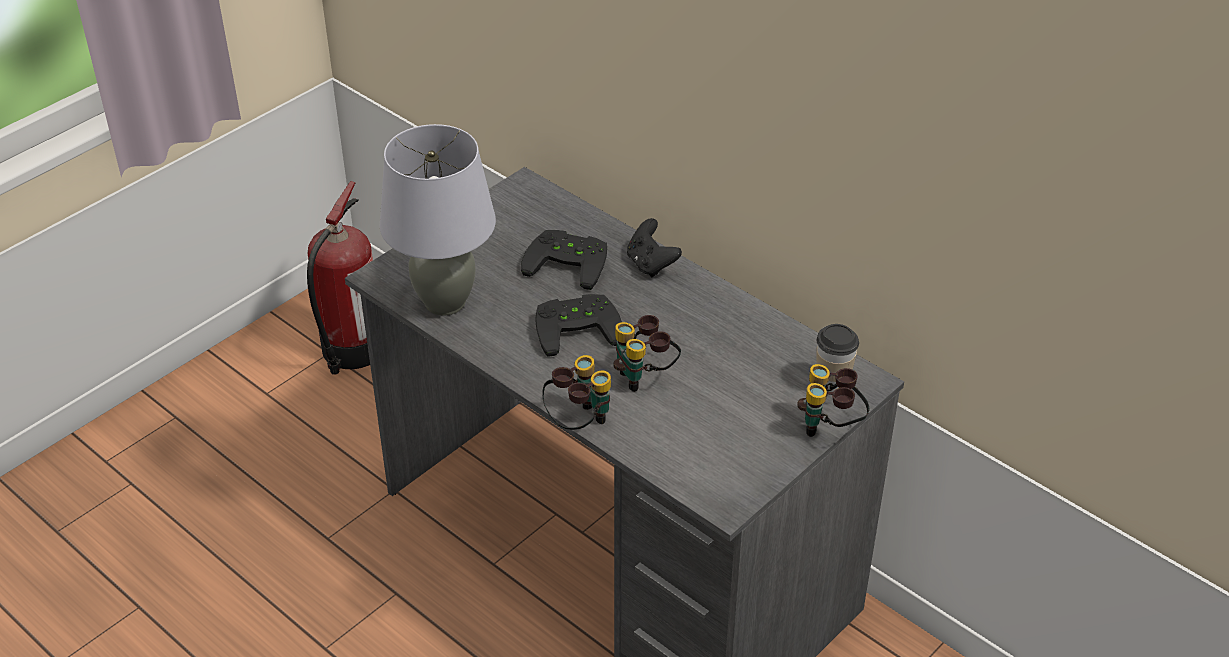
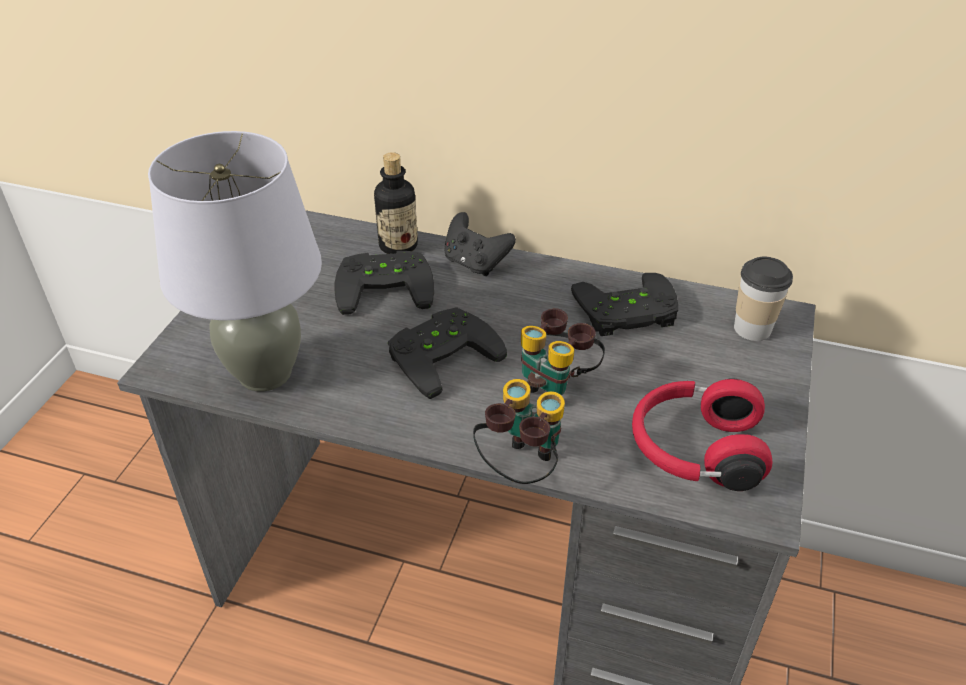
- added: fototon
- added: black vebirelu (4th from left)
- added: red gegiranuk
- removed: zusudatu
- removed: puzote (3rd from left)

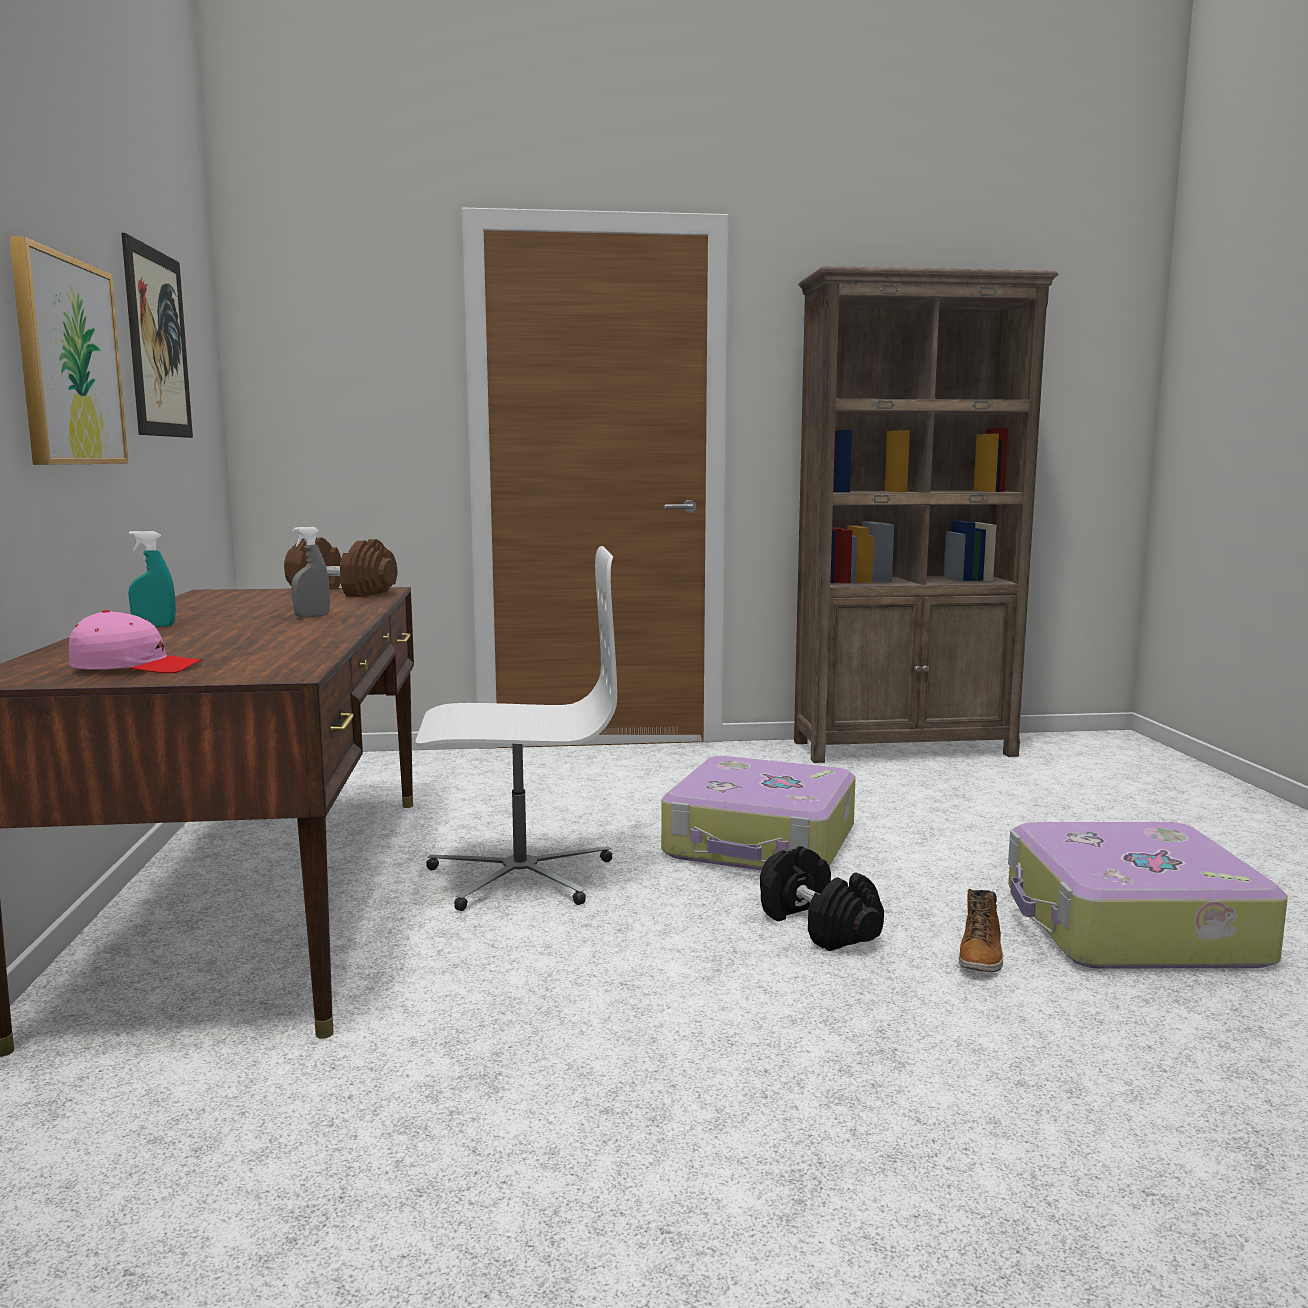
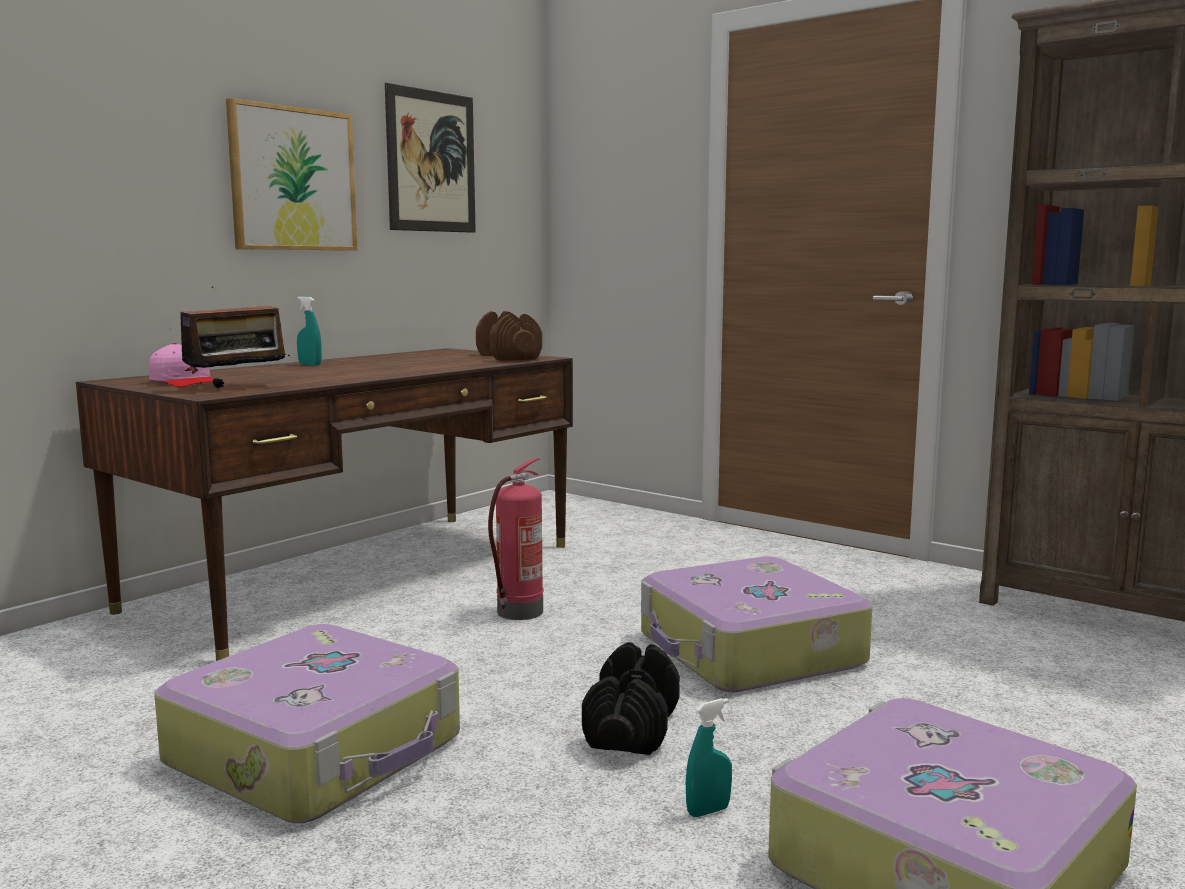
- added: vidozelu (1st from left)
- added: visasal
- replaced: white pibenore to zusudatu
- replaced: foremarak to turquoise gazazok (2nd from left)
- removed: grey gazazok

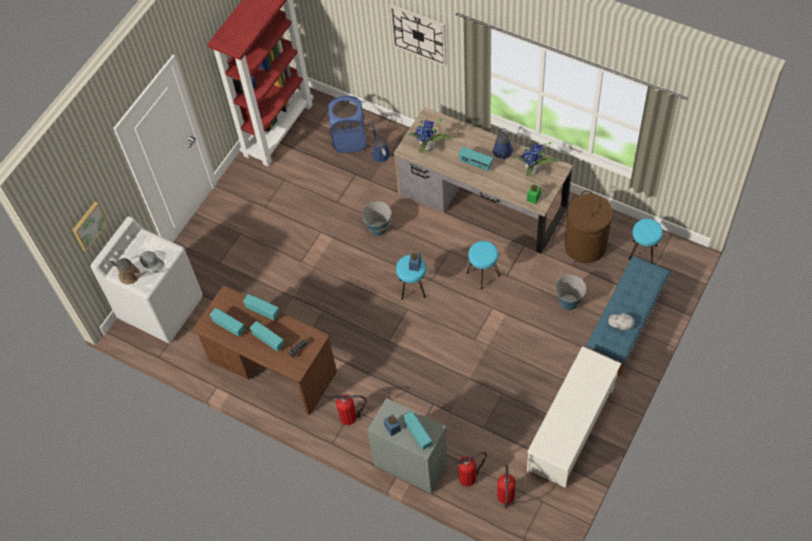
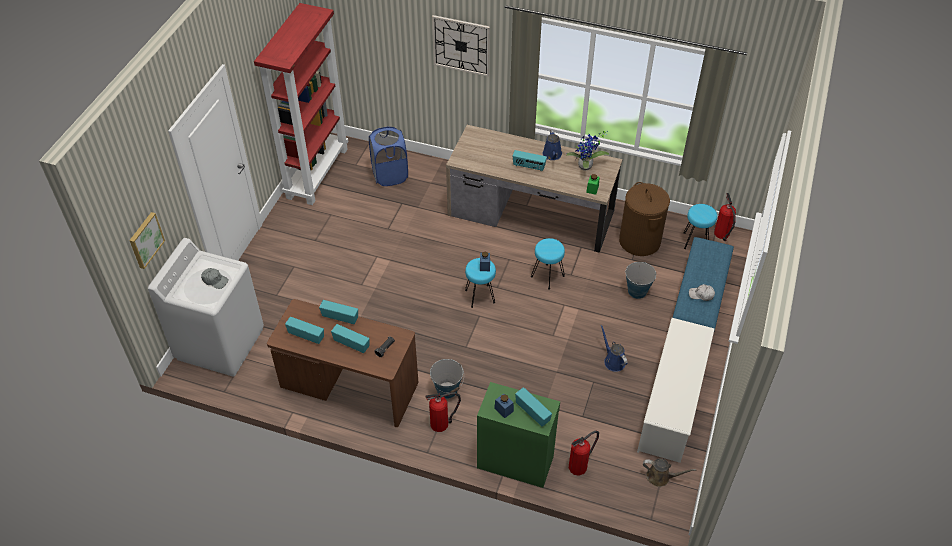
- moved: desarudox (1st from left)
- recoloured: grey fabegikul to green fabegikul
- moved: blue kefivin (1st from left in the first image) to blue kefivin (2nd from left)
- moved: brown kefivin
- moved: zusudatu (3rd from left)
- removed: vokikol (1st from left)

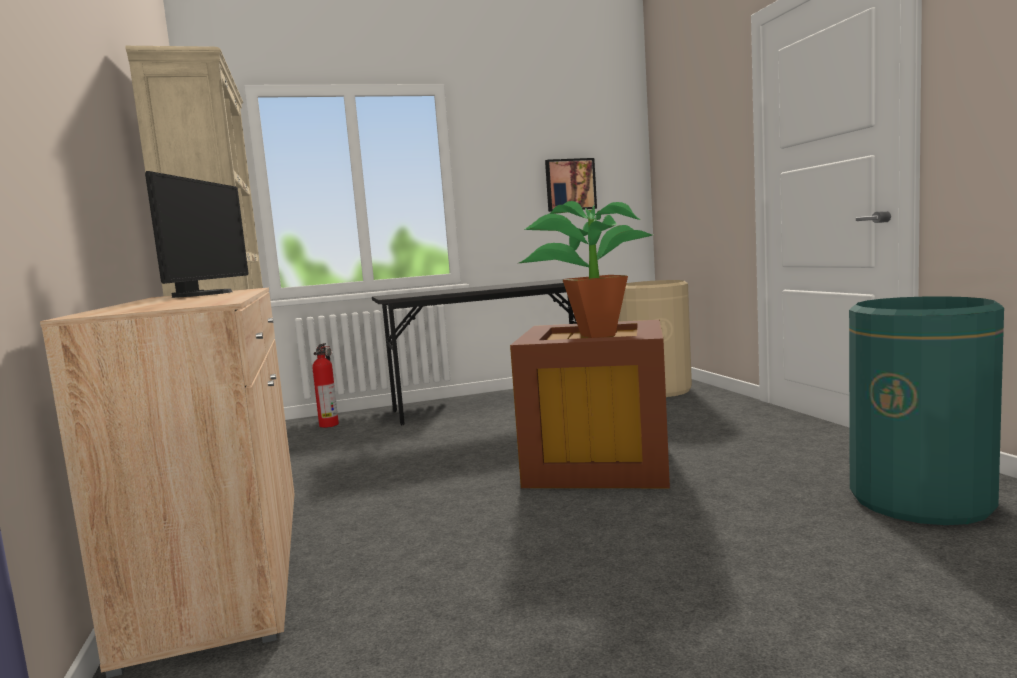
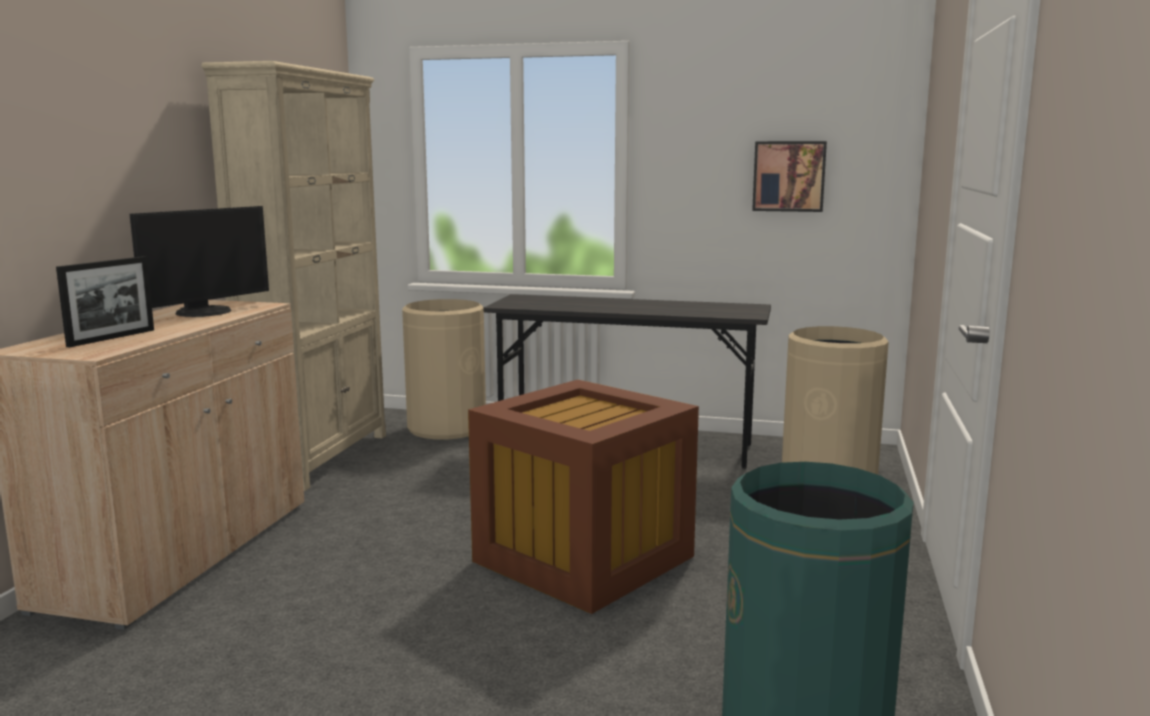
- added: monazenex
- replaced: zusudatu to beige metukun (1st from left)
- removed: vokikol

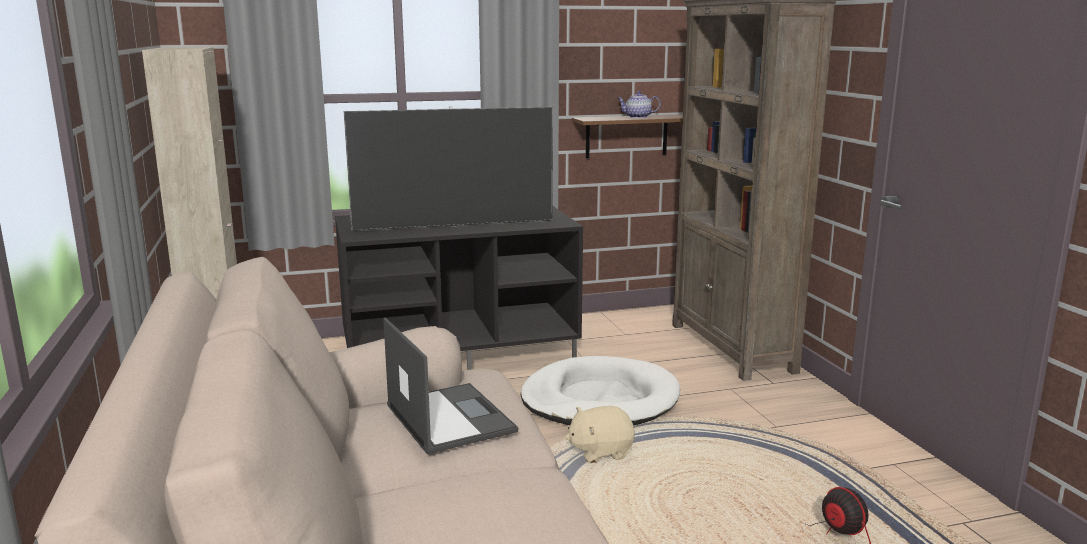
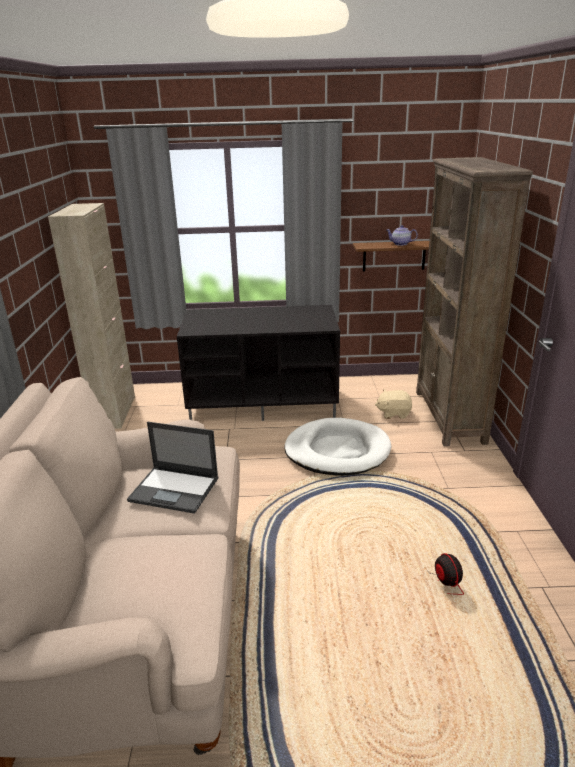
- turned: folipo 120 degrees clockwise
- moved: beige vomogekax
- removed: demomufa

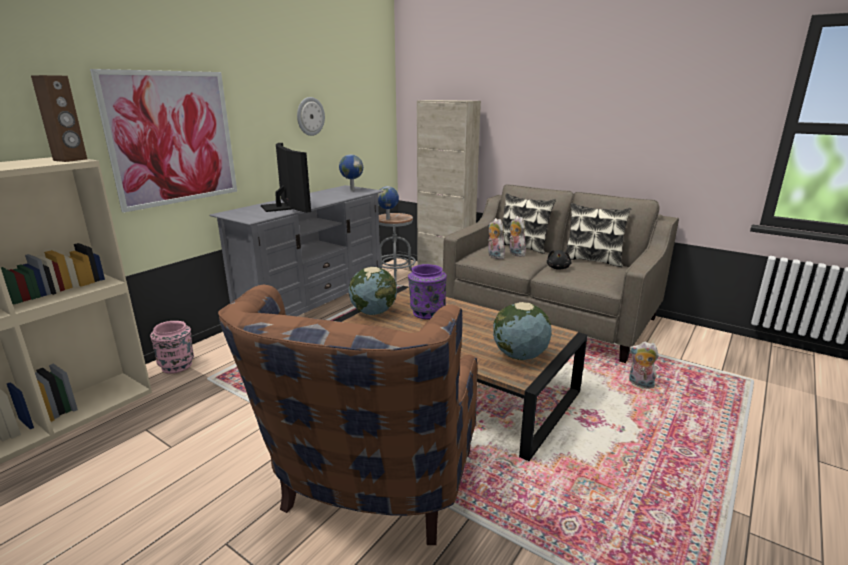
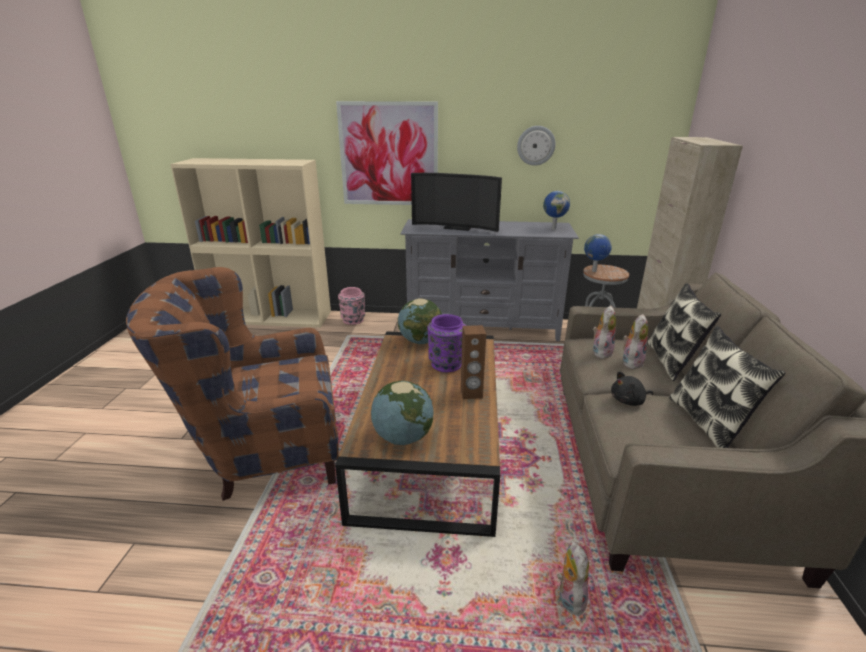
- turned: demomufa 75 degrees clockwise
- moved: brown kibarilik

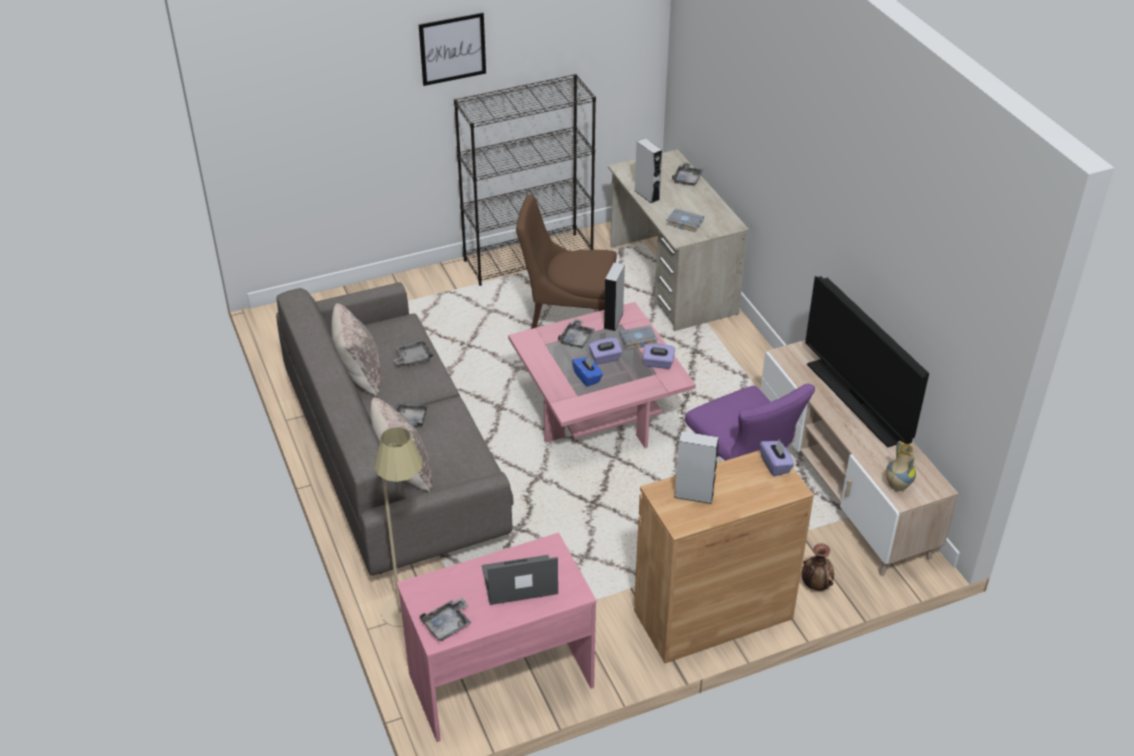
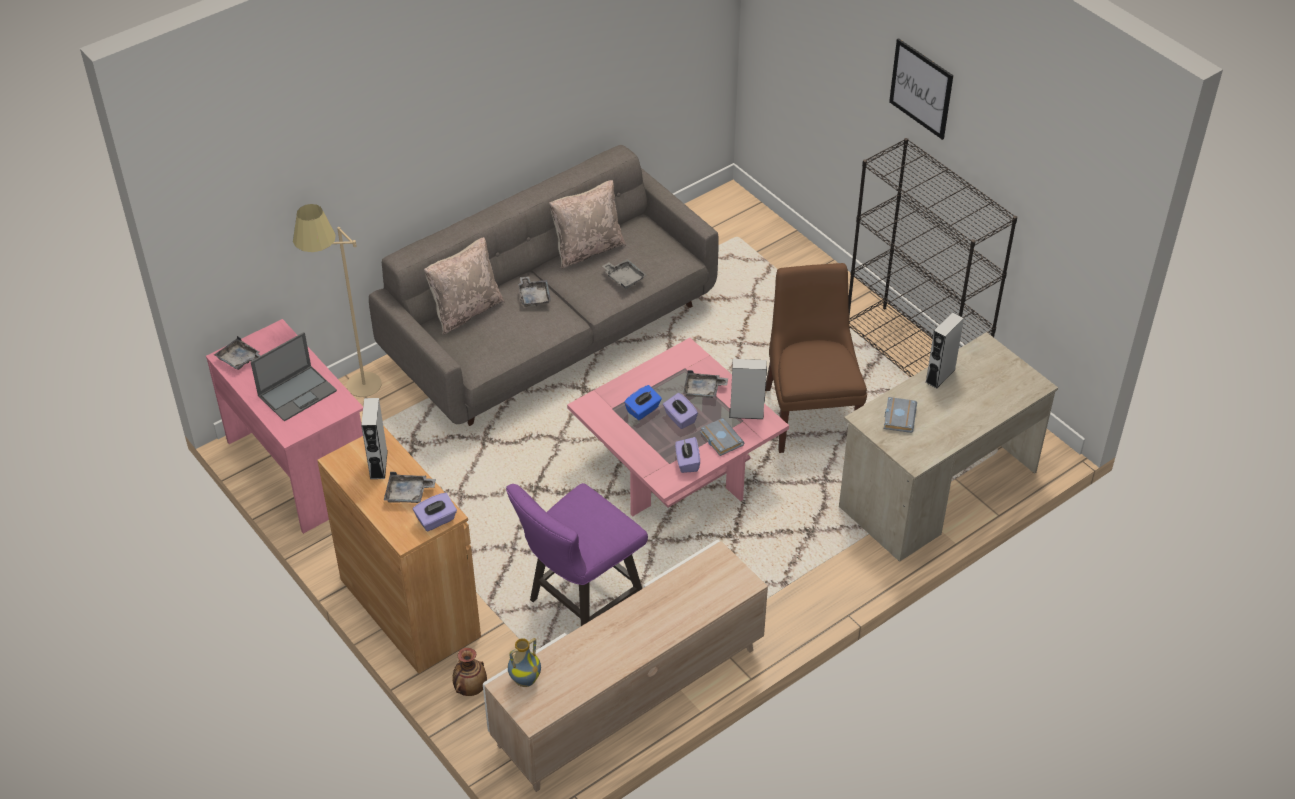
- turned: folipo 75 degrees clockwise
- moved: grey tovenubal (5th from left in the first image) to grey tovenubal (2nd from left)
- removed: demomufa

